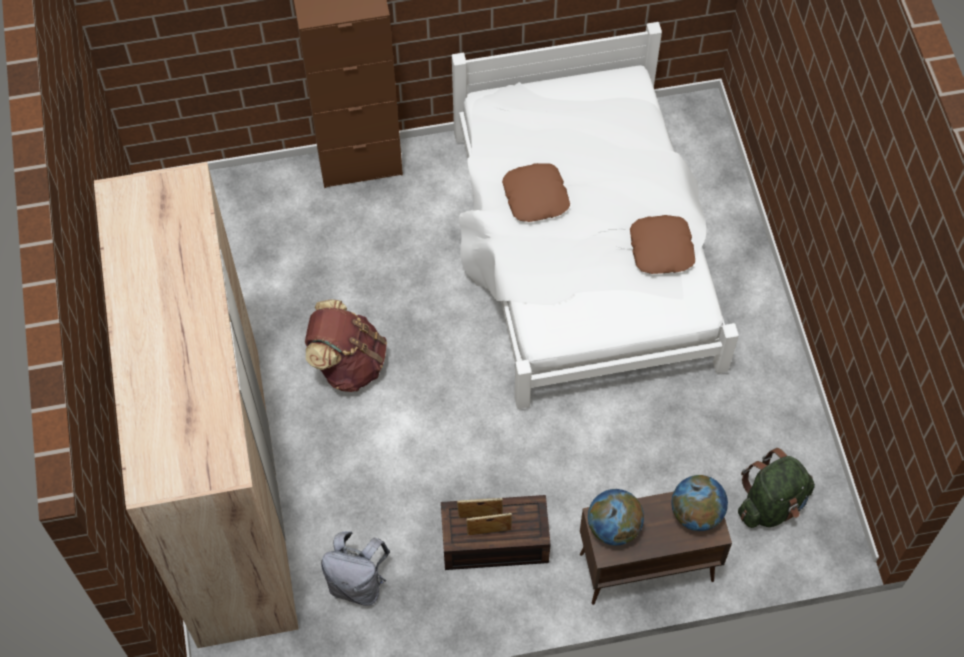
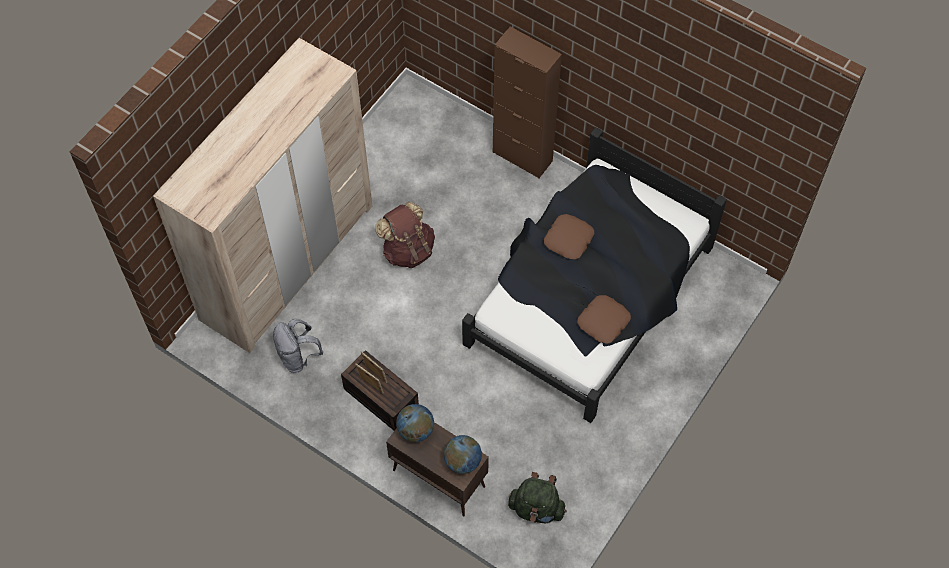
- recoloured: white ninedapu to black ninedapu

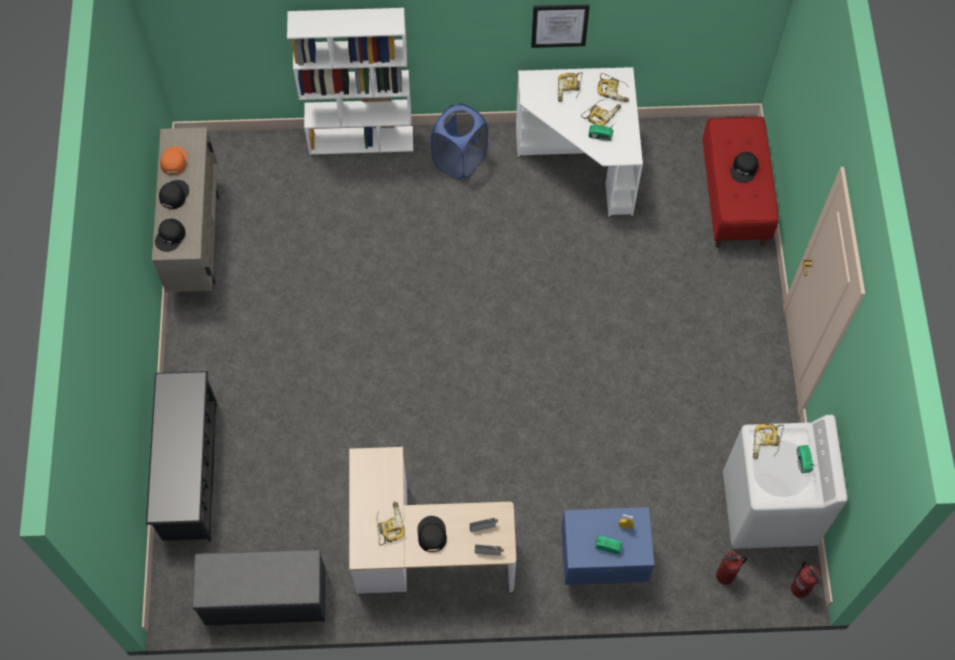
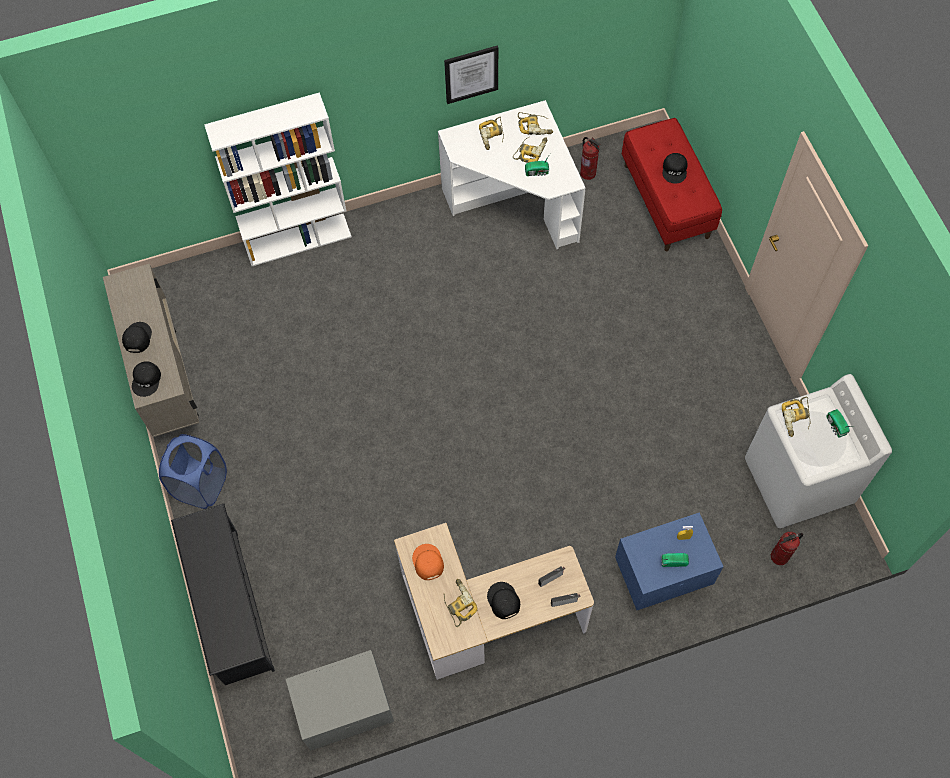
- moved: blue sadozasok
- replaced: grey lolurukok to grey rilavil
- moved: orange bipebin
- moved: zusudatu (2nd from left in the first image) to zusudatu (1st from left)

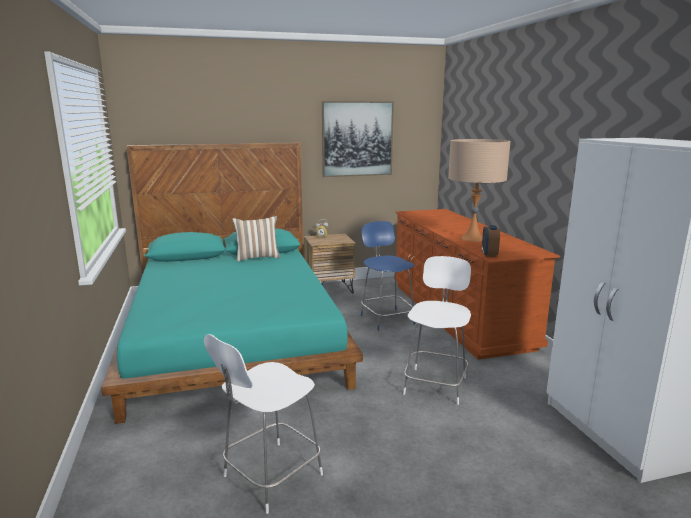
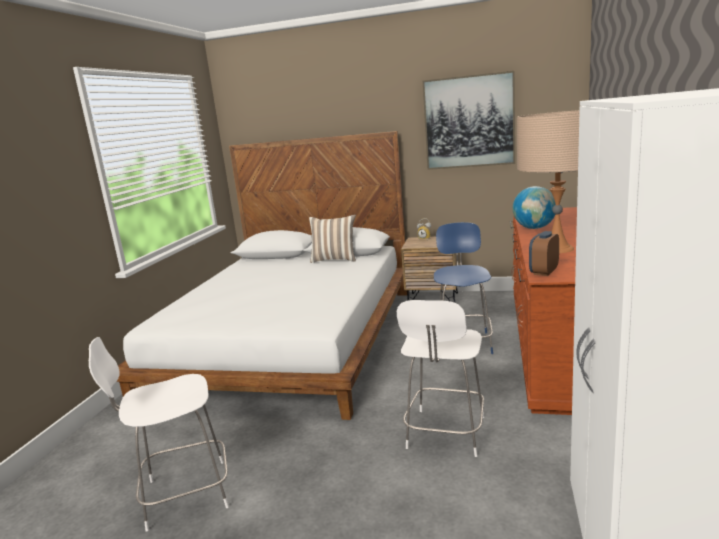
- recoloured: turquoise ninedapu to white ninedapu
- turned: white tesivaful (2nd from left) 150 degrees clockwise
- added: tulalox

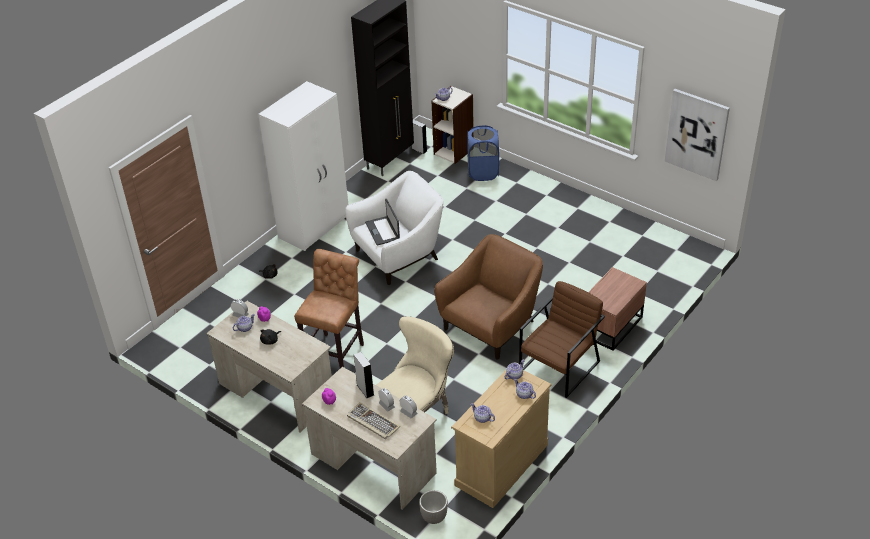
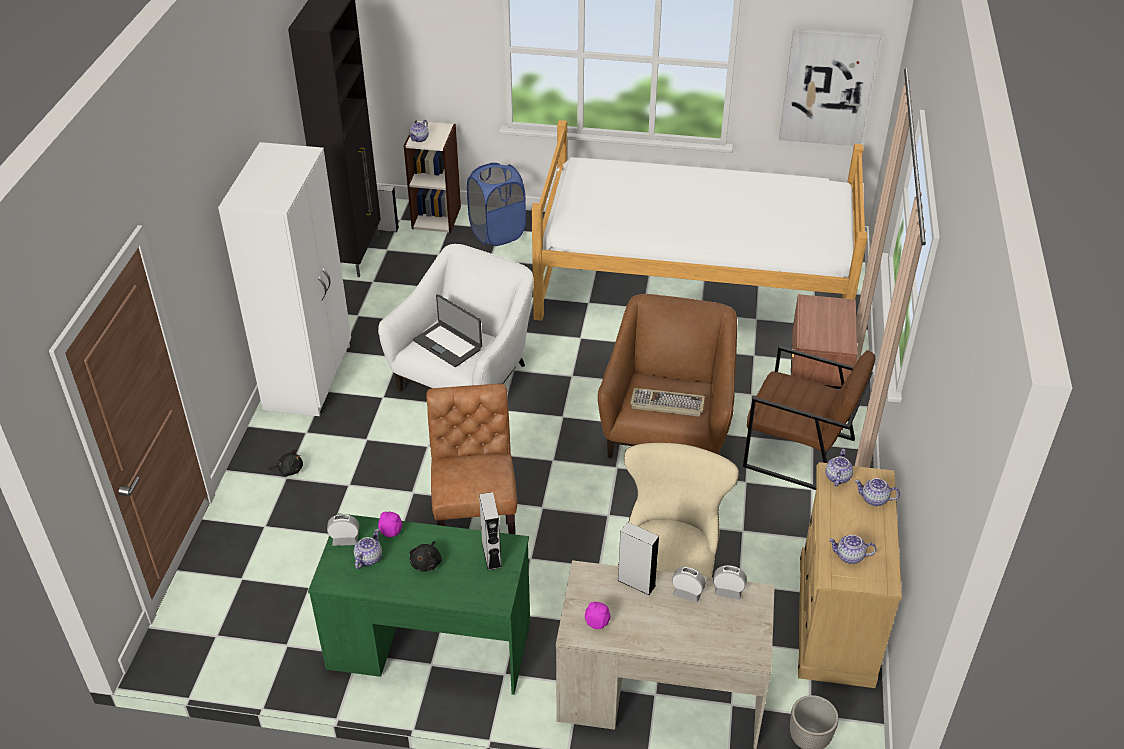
- recoloured: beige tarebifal (1st from left) to green tarebifal
- added: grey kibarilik (2nd from left)
- added: ninedapu
- moved: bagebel
- turned: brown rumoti (2nd from left) 105 degrees clockwise

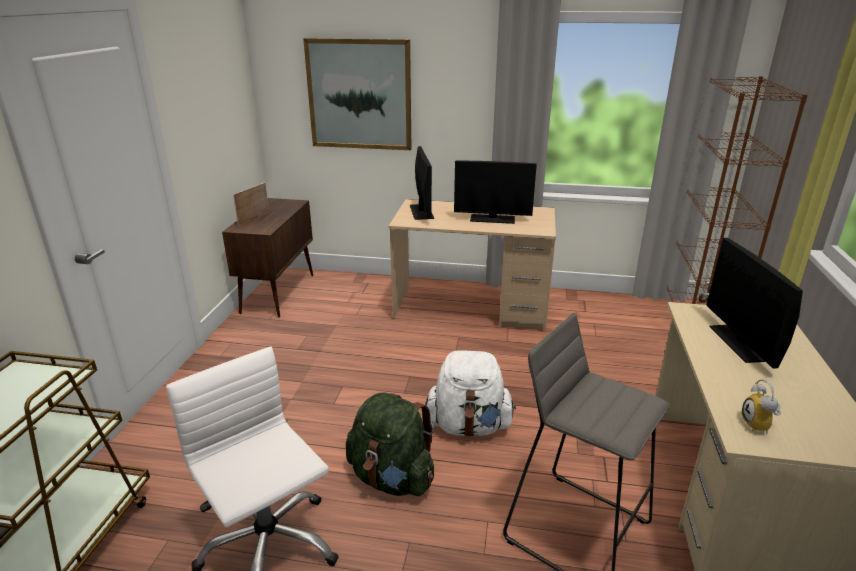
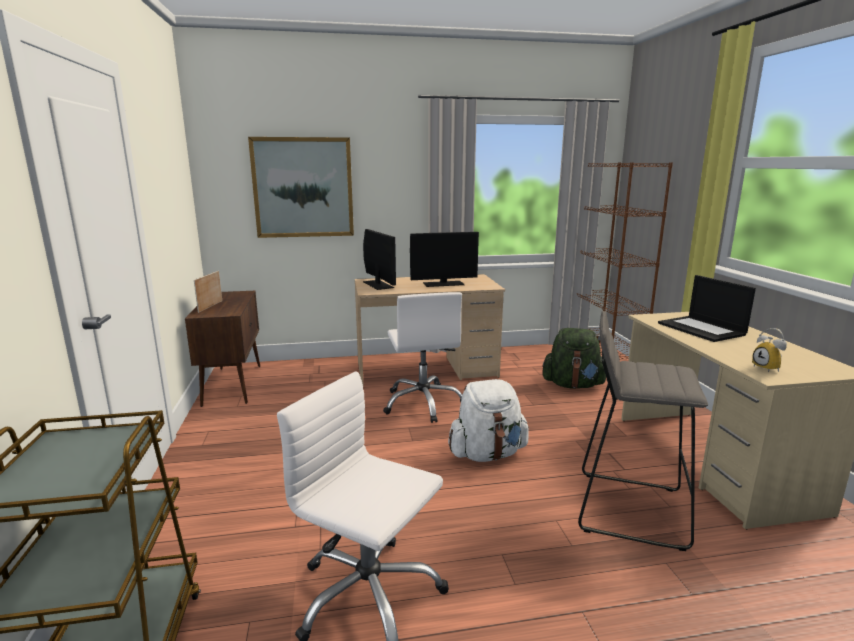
- added: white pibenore (2nd from left)
- moved: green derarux
- replaced: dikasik (3rd from left) to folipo

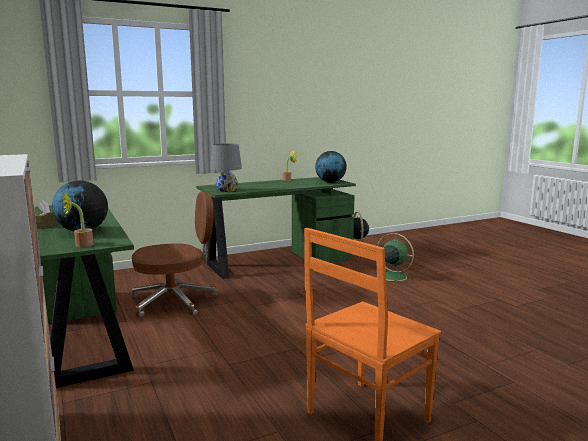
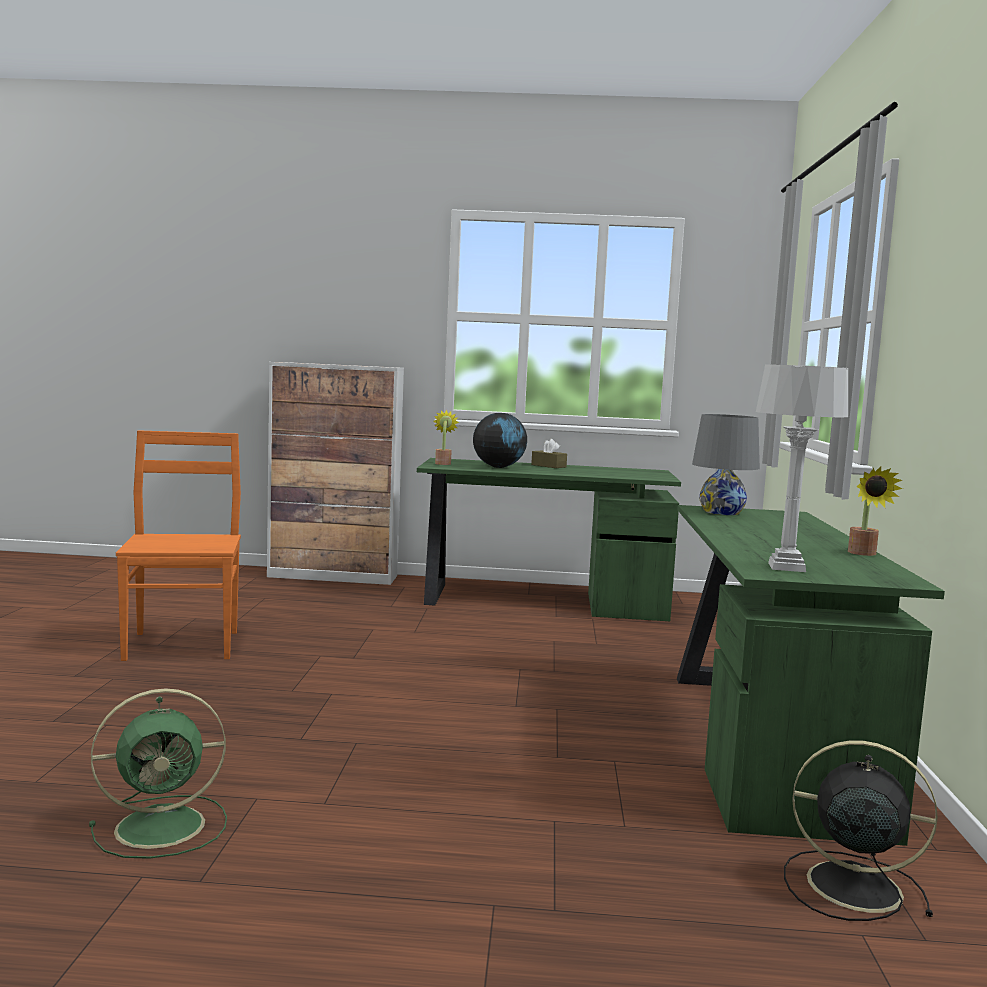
- moved: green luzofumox
- replaced: tulalox (2nd from left) to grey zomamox (2nd from left)
- removed: brown pibenore

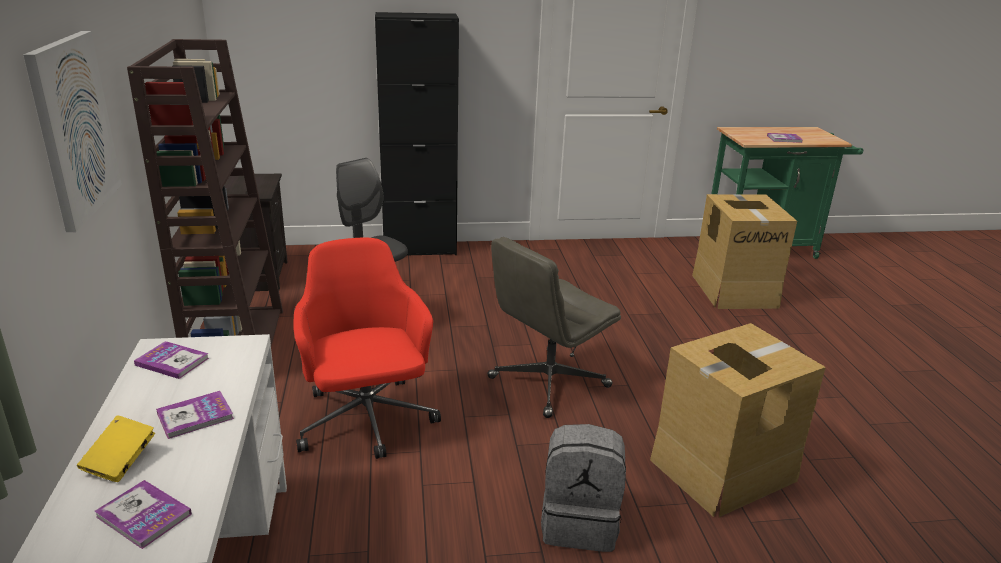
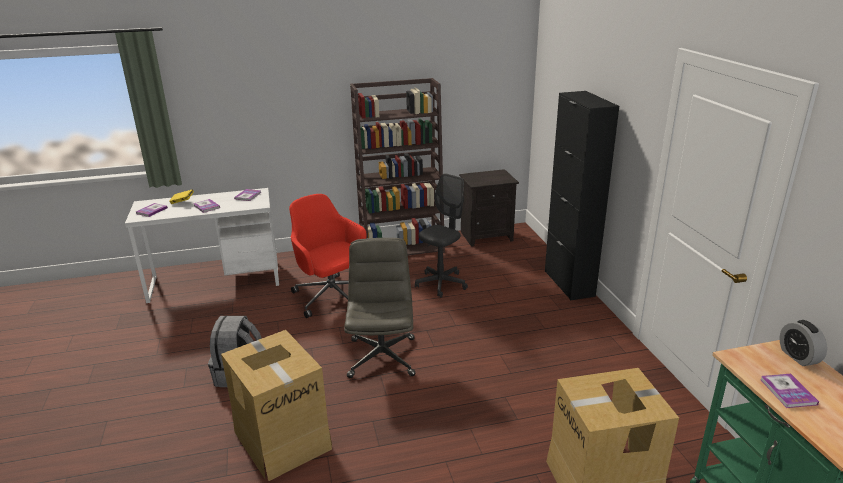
- turned: red pibenore 105 degrees counterclockwise
- turned: grey pibenore (2nd from left in the first image) 45 degrees clockwise
- added: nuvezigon
- removed: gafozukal

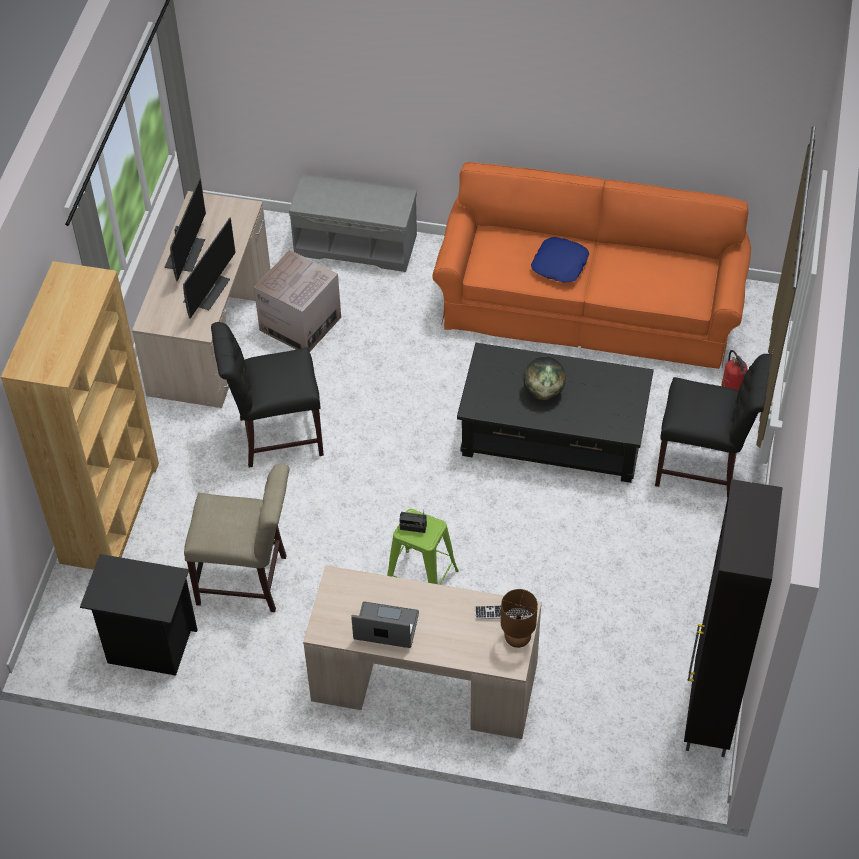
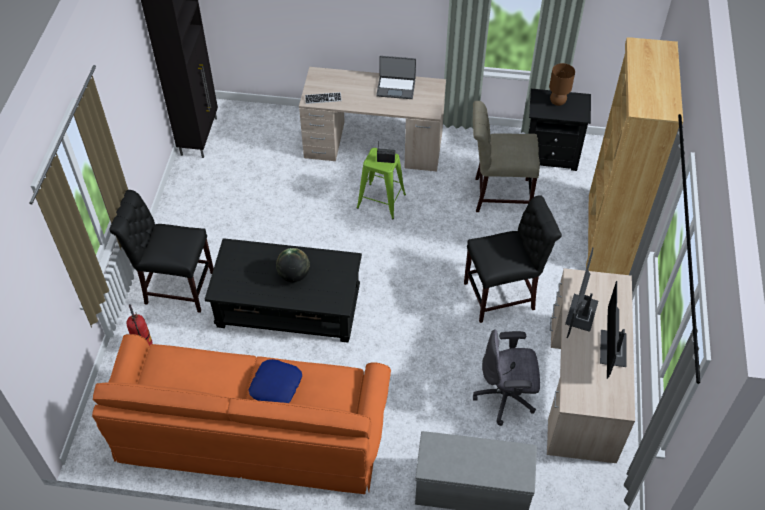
- replaced: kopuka to grey pibenore
- moved: brown zomamox

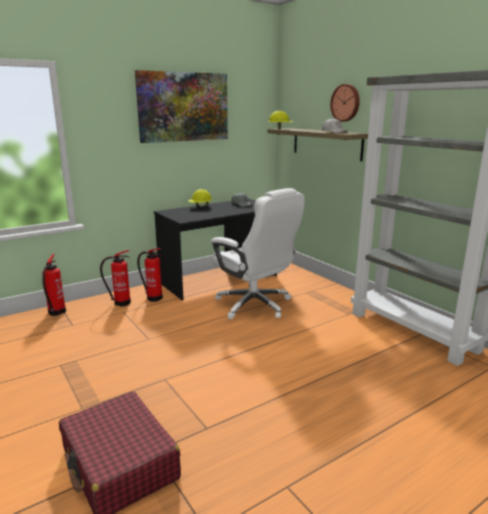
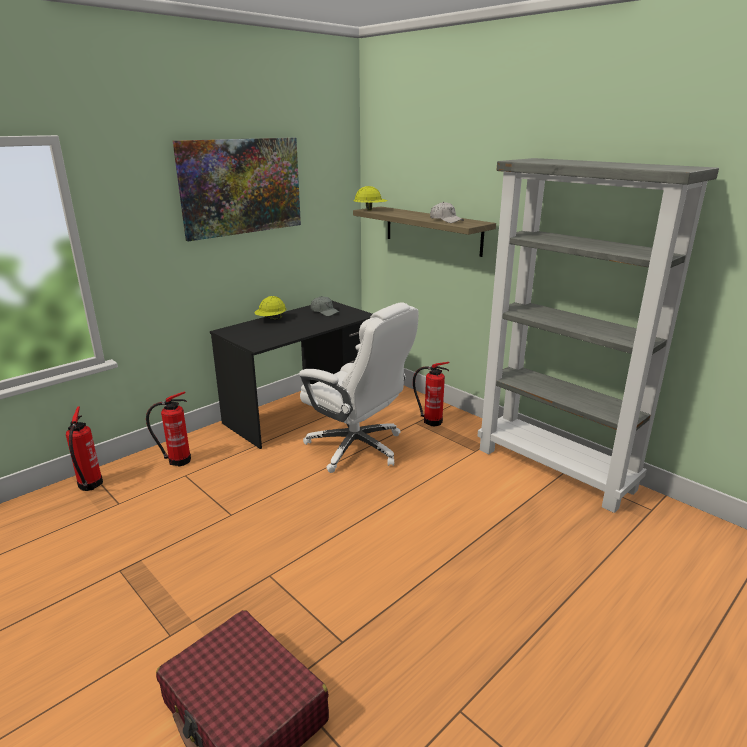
- moved: zusudatu (3rd from left)
- removed: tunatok

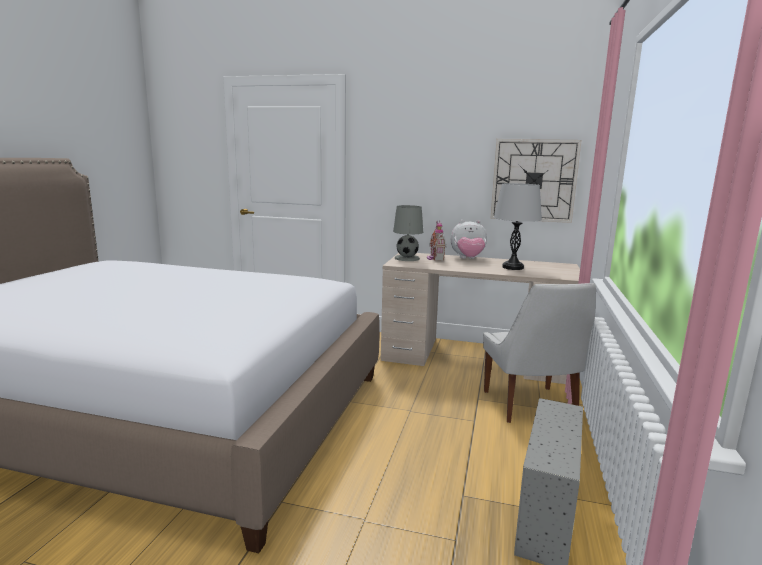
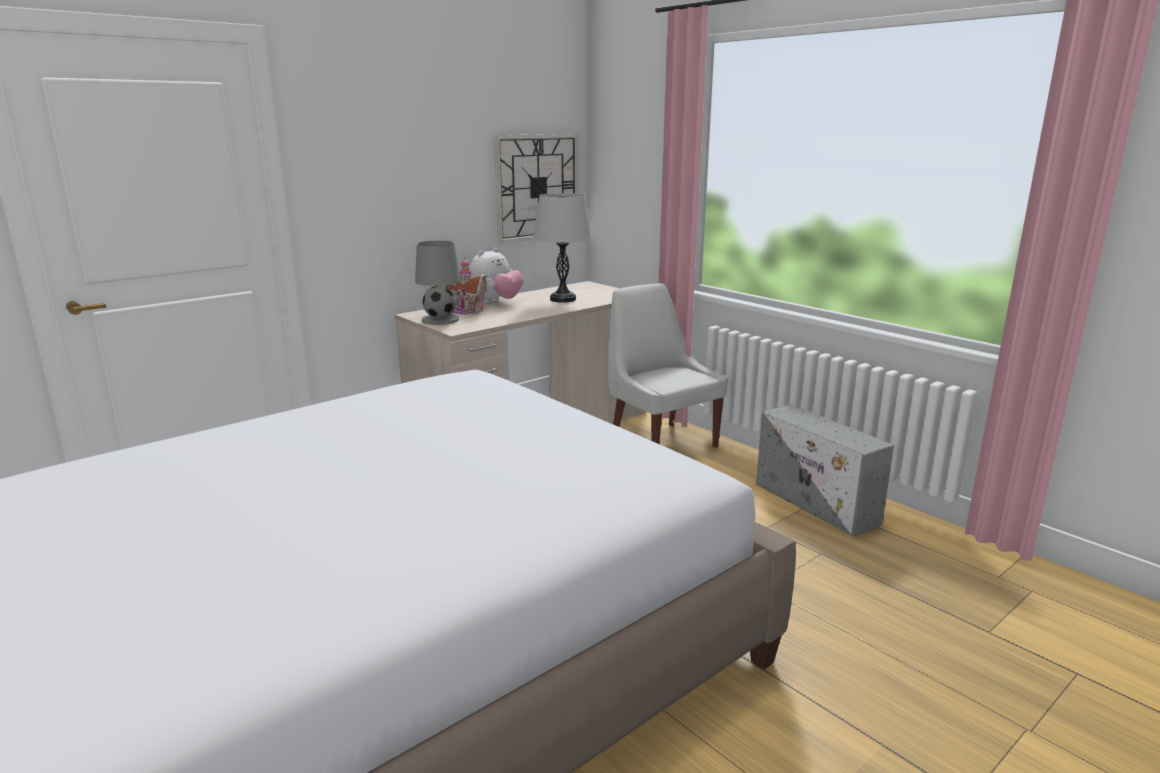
- turned: white tesivaful 150 degrees counterclockwise

